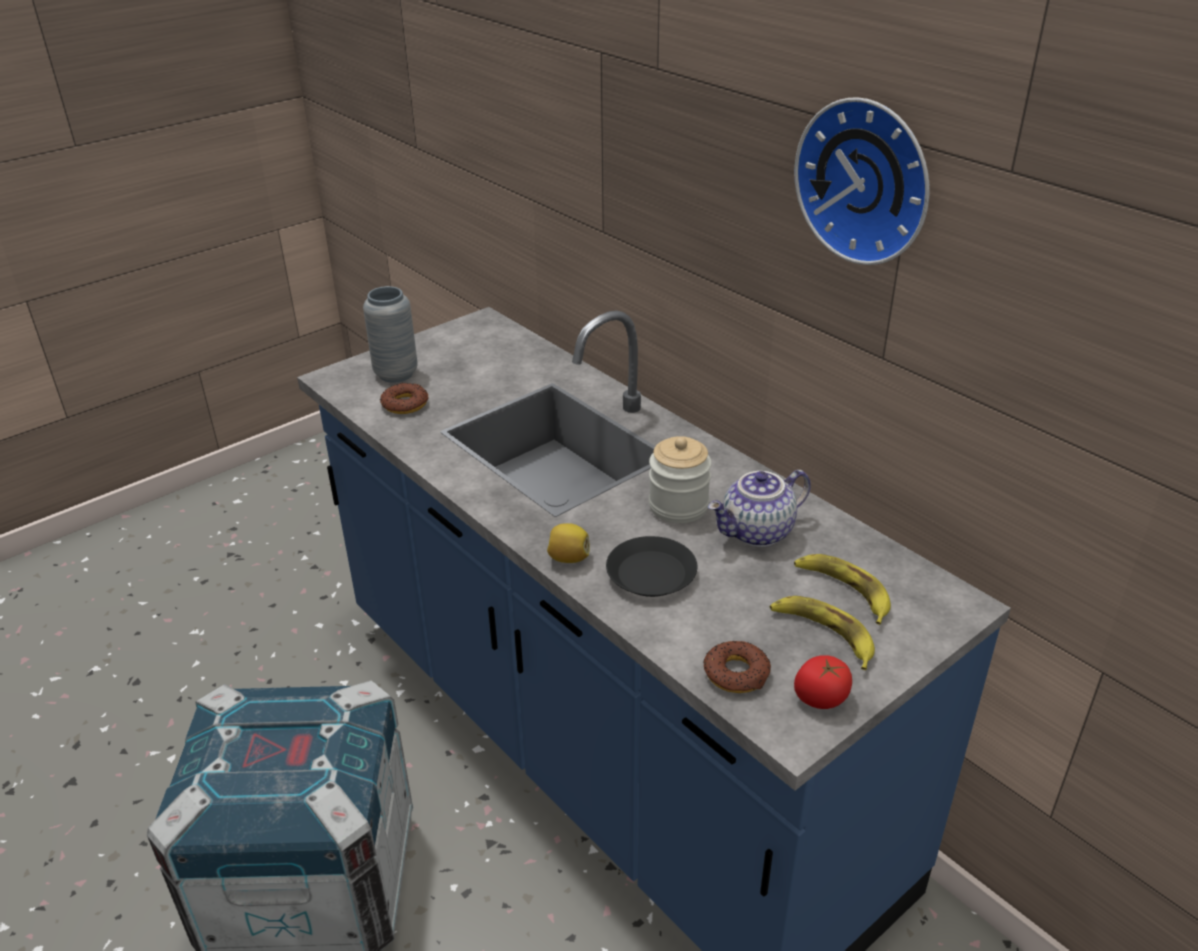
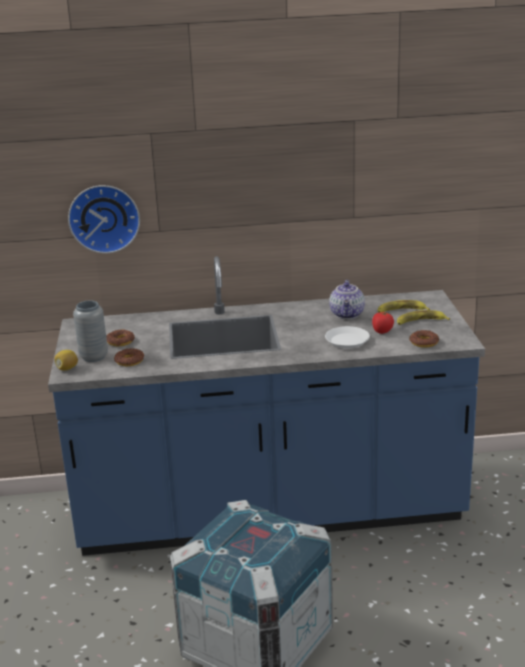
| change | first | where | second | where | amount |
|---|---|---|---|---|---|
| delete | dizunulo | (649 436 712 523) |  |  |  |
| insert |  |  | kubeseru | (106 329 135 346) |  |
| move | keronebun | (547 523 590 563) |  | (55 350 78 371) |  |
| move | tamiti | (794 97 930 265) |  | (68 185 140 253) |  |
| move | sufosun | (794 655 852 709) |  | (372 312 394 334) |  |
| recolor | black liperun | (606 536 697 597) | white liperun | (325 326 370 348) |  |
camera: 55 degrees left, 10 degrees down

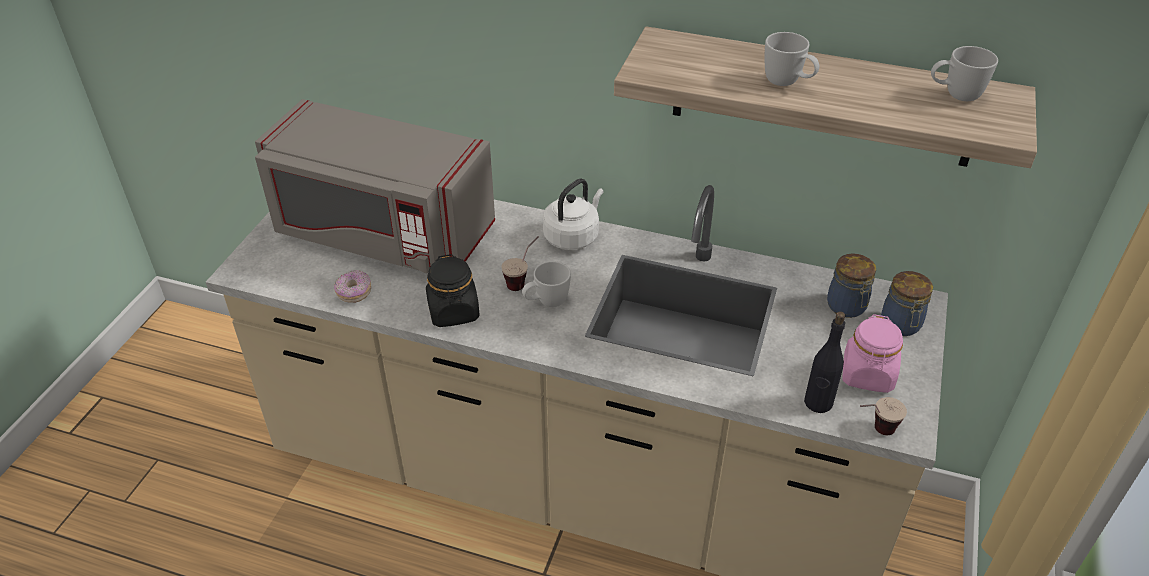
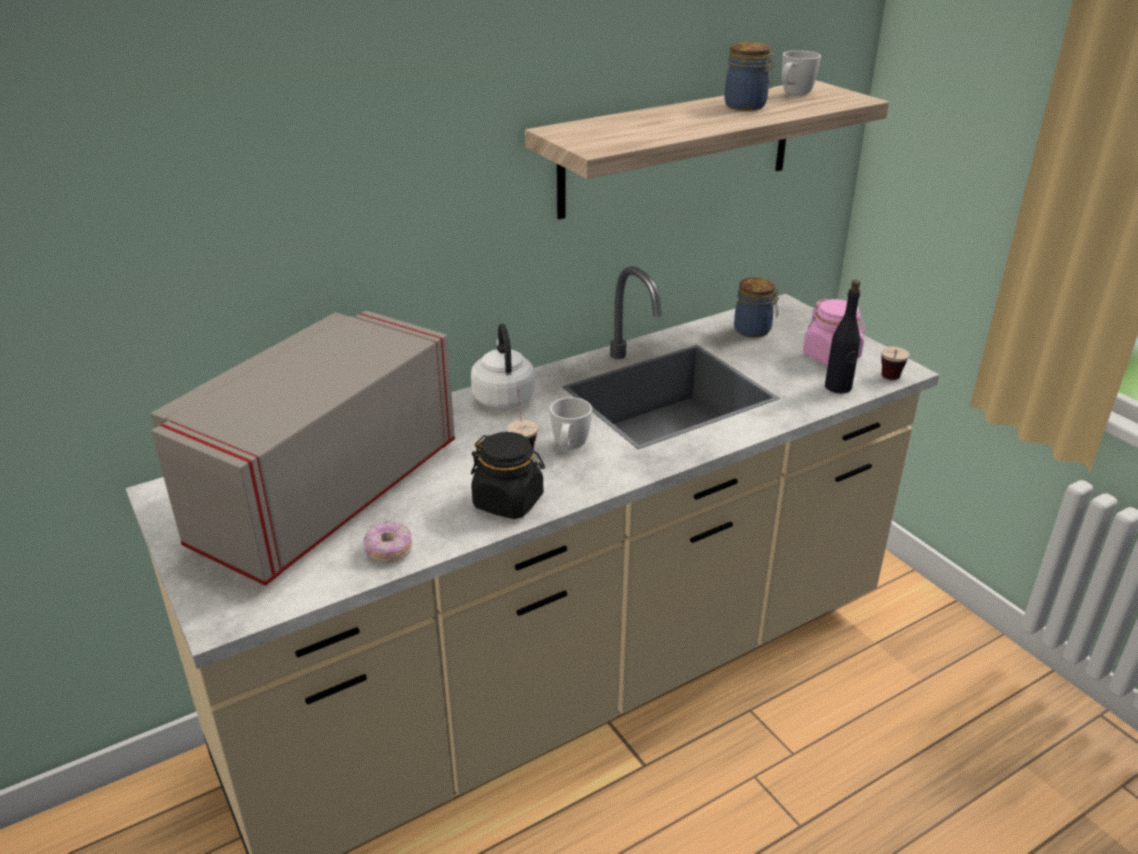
| change | first | where | second | where | amount |
|---|---|---|---|---|---|
| delete | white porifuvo | (765 32 819 86) |  |  |  |
| move | dizunulo | (881 271 933 336) |  | (725 42 775 110) |  |
| rotate | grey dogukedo | (255 99 495 273) |  | (150 311 455 586) | 150 degrees clockwise |
camera: 50 degrees left, 10 degrees down

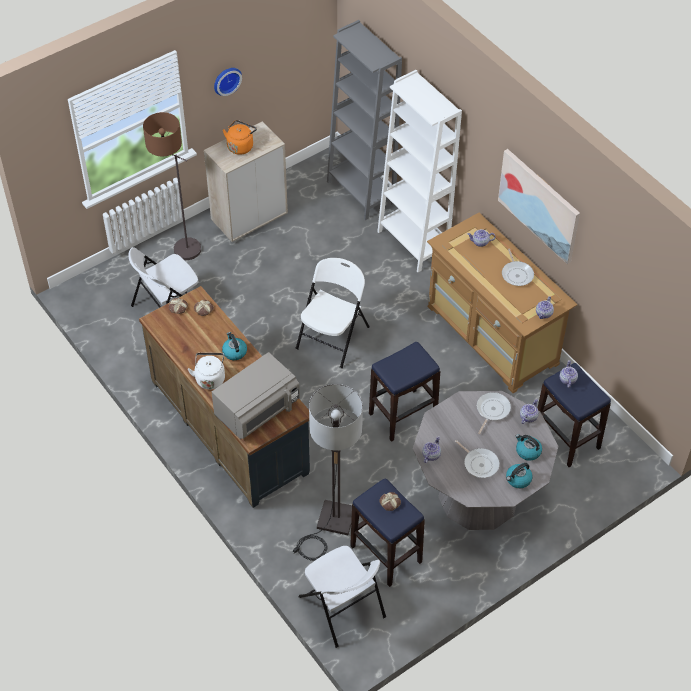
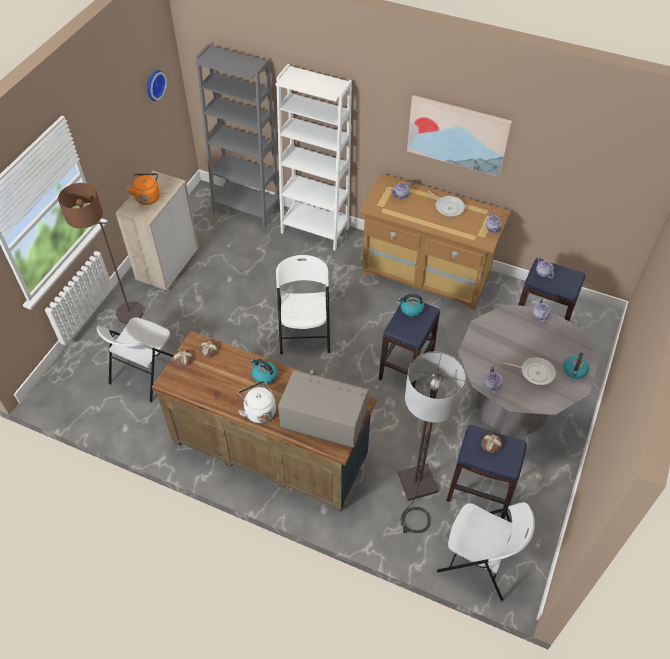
| change | first | where | second | where | amount |
|---|---|---|---|---|---|
| delete | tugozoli | (477 392 511 434) |  |  |  |
| move | tamiti | (214 68 242 96) |  | (147 70 167 101) |  |
| move | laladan | (516 434 542 461) |  | (398 294 424 317) |  |
| rotate | grey dogukedo | (212 352 300 439) |  | (278 369 369 448) | 90 degrees counterclockwise |
camera: 30 degrees left, 0 degrees up

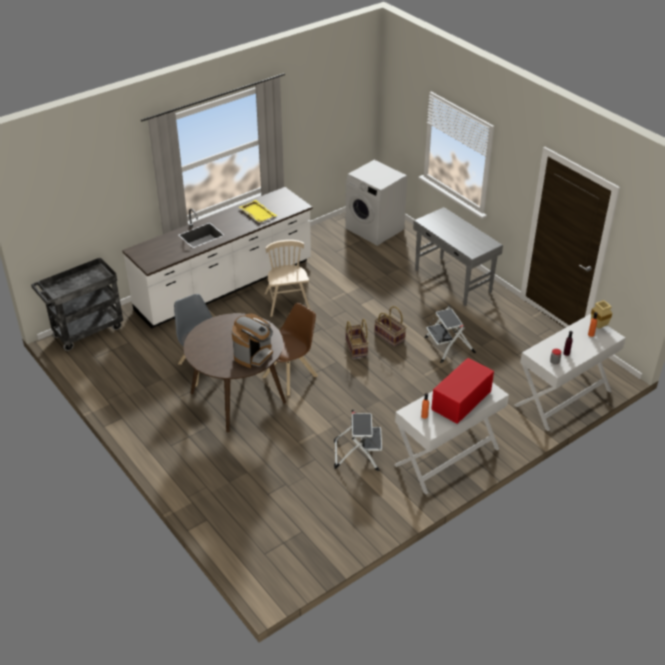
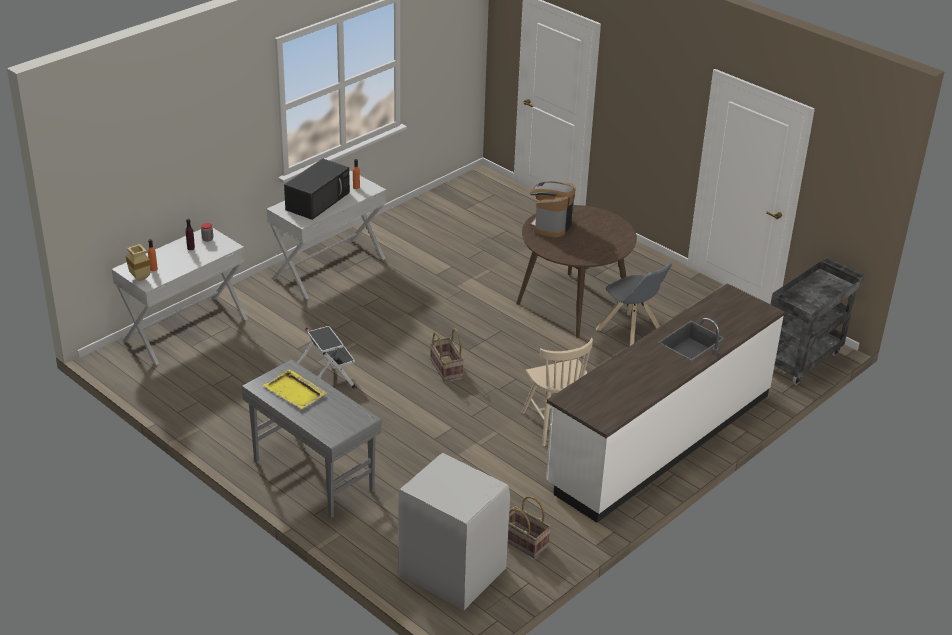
| change | first | where | second | where | amount |
|---|---|---|---|---|---|
| delete | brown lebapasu | (262 303 318 396) |  |  |  |
| delete | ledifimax | (334 410 382 471) |  |  |  |
| move | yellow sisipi | (239 200 277 222) |  | (263 369 327 409) |  |
| move | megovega | (374 306 406 347) |  | (508 496 551 558) |  |
| recolor | red dogukedo | (431 358 494 424) | black dogukedo | (284 158 350 220) |  |
camera: 170 degrees right, 5 degrees down

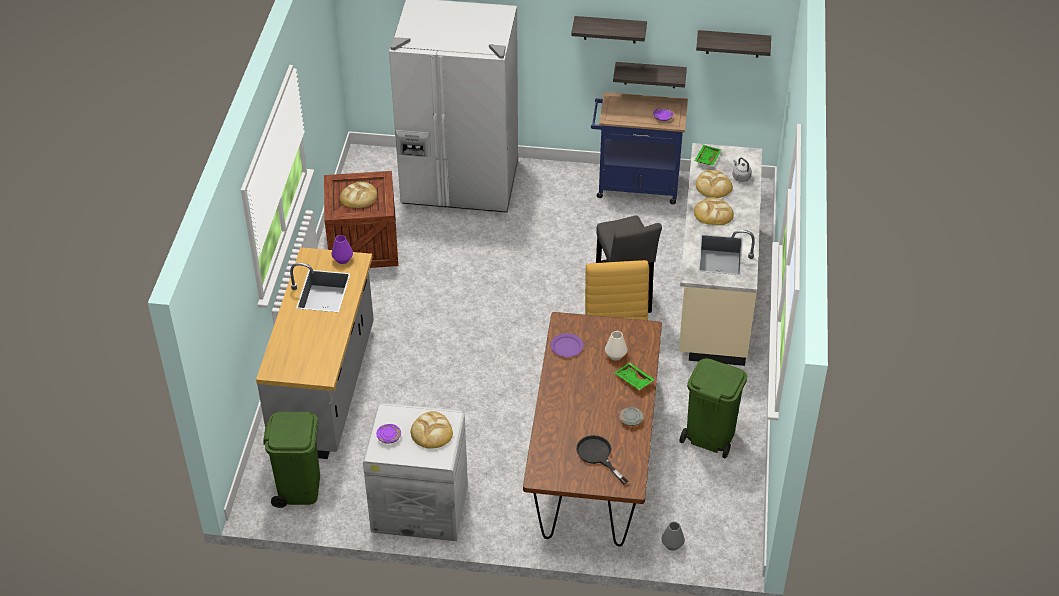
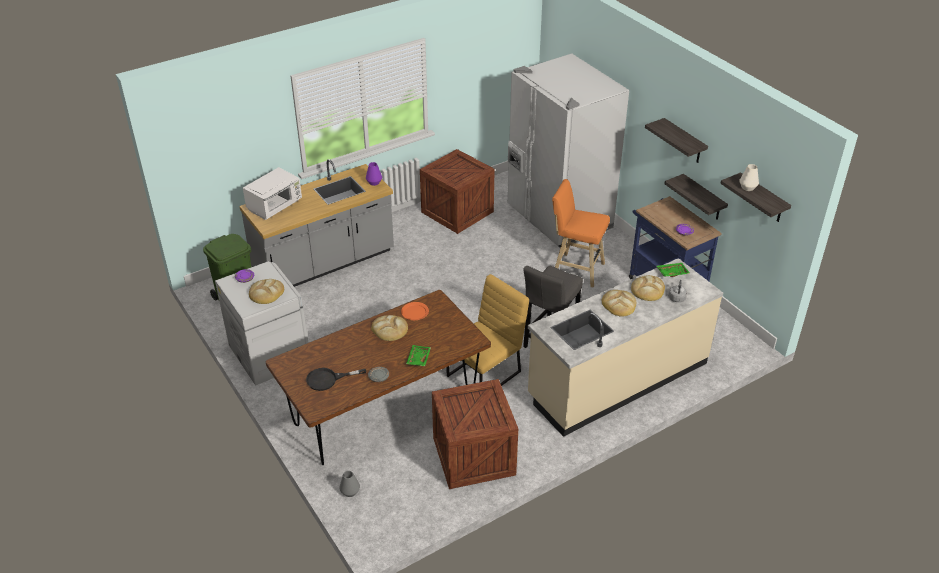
| change | first | where | second | where | amount |
|---|---|---|---|---|---|
| insert |  |  | white dogukedo | (243 167 302 220) |  |
| insert |  |  | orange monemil | (552 179 610 287) |  |
| move | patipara | (340 182 377 208) |  | (371 315 408 341) |  |
| move | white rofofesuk | (605 331 627 360) |  | (739 164 759 191) |  |
| replace | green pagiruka | (679 358 747 459) | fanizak | (432 379 518 489) |  |
| recolor | purple liperun | (551 333 583 357) | orange liperun | (401 302 429 320) |  |
| rotate | black tugozoli | (576 435 628 485) |  | (306 368 366 391) | 120 degrees counterclockwise |
camera: 50 degrees right, 5 degrees down

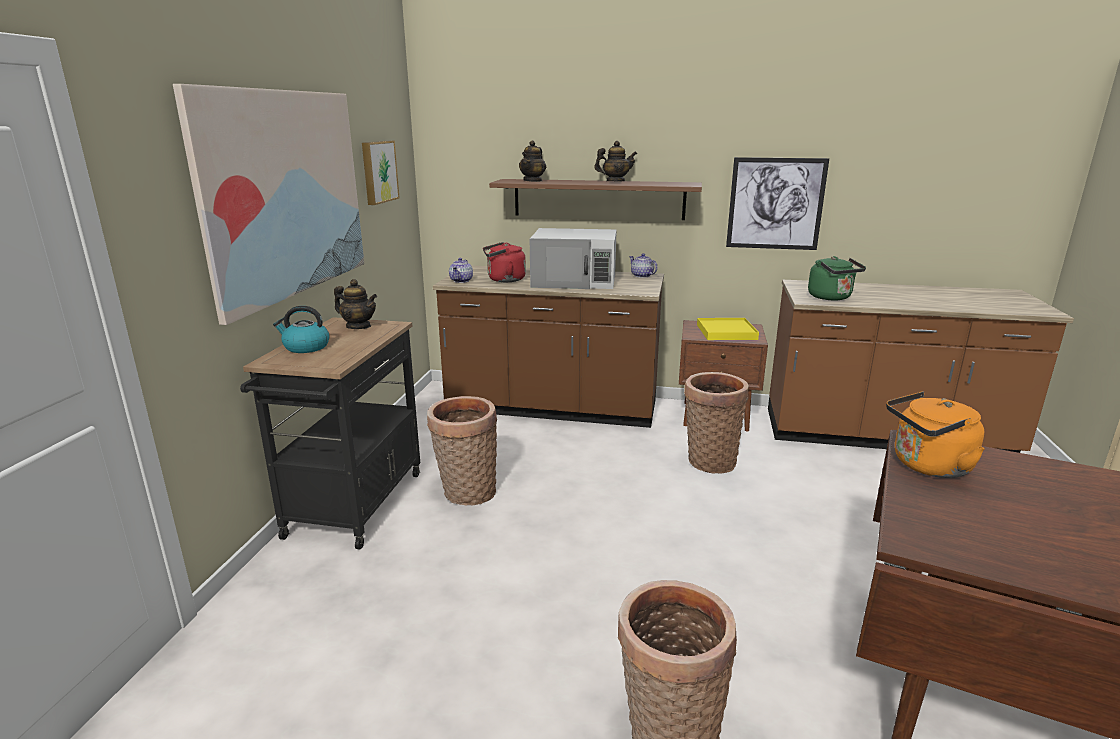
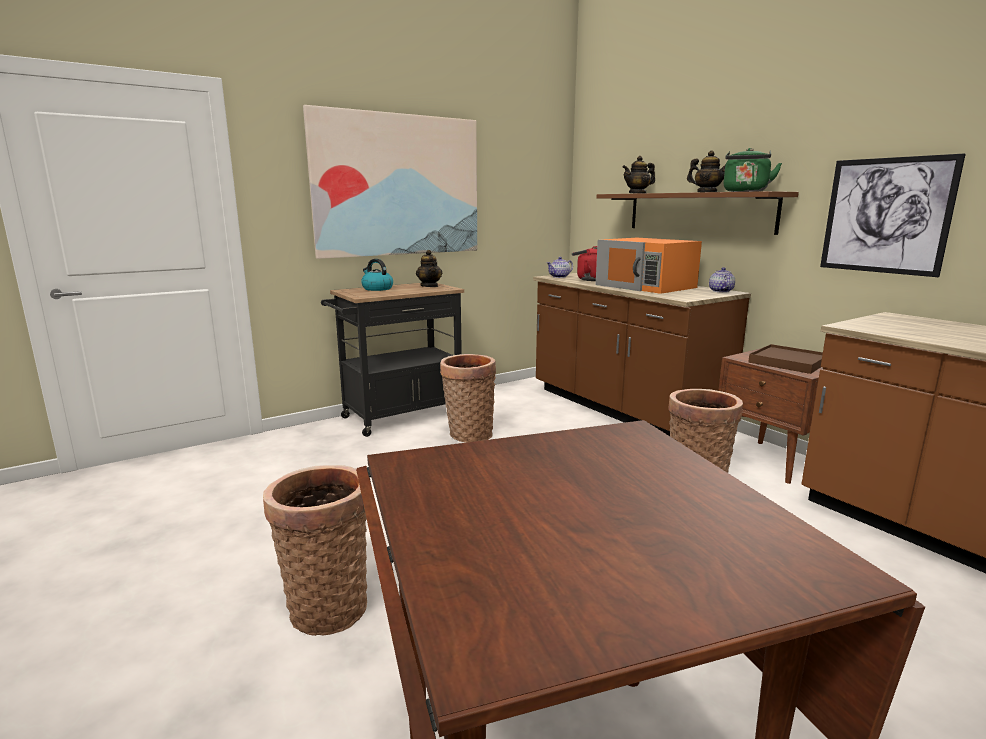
| change | first | where | second | where | amount |
|---|---|---|---|---|---|
| delete | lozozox | (362 141 400 205) |  |  |  |
| delete | orange laladan | (886 392 985 478) |  |  |  |
| move | green laladan | (808 256 866 300) |  | (724 148 782 192) |  |
| recolor | white dogukedo | (530 228 617 289) | orange dogukedo | (596 238 702 294) |  |
| recolor | yellow sisipi | (697 318 759 340) | brown sisipi | (748 344 823 374) |  |
camera: 45 degrees right, 5 degrees down

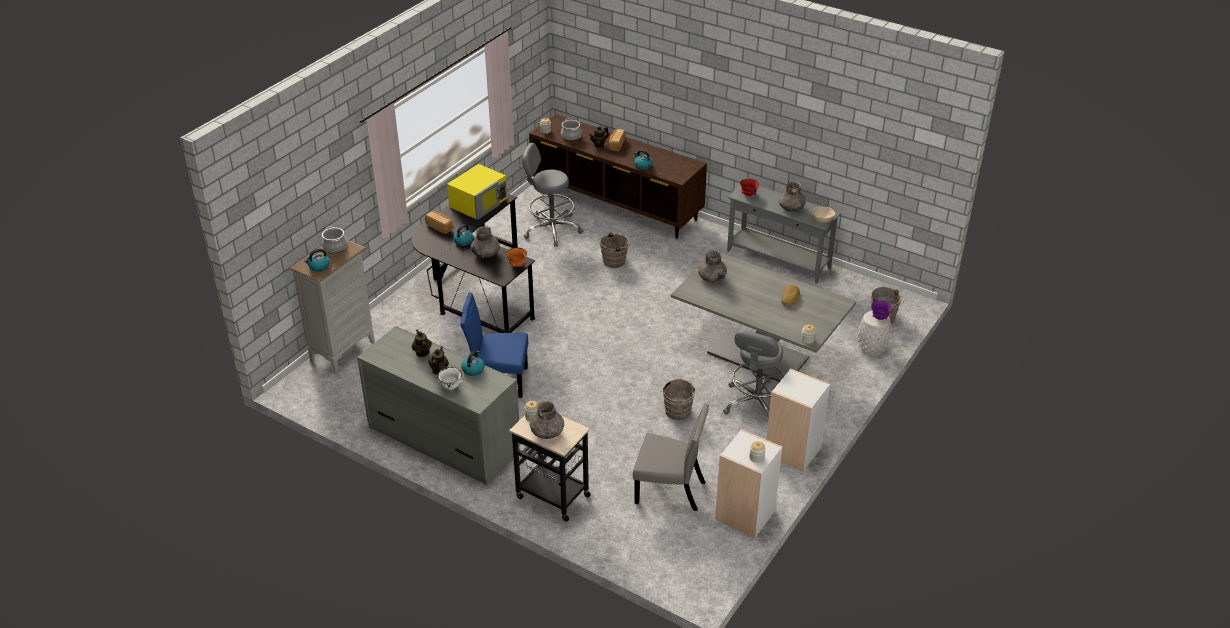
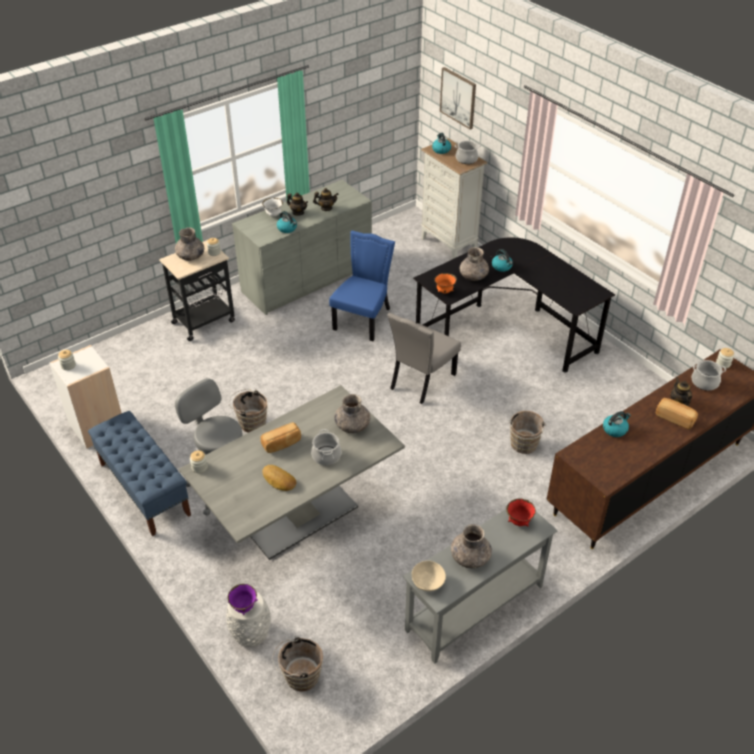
| change | first | where | second | where | amount |
|---|---|---|---|---|---|
| delete | yellow dogukedo | (447 164 507 220) |  |  |  |
| delete | grey monemil | (522 143 583 247) |  |  |  |
| insert |  |  | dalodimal | (311 429 341 465) |  |
| insert |  |  | lozozox | (440 67 476 129) |  |
| move | patipara | (425 211 453 234) |  | (261 422 301 453) |  |
| move | grey lebapasu | (633 403 709 511) |  | (387 313 461 404) |  |
| replace | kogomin | (766 369 830 472) | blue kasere | (88 411 191 536) |  |
camera: 110 degrees right, 5 degrees up

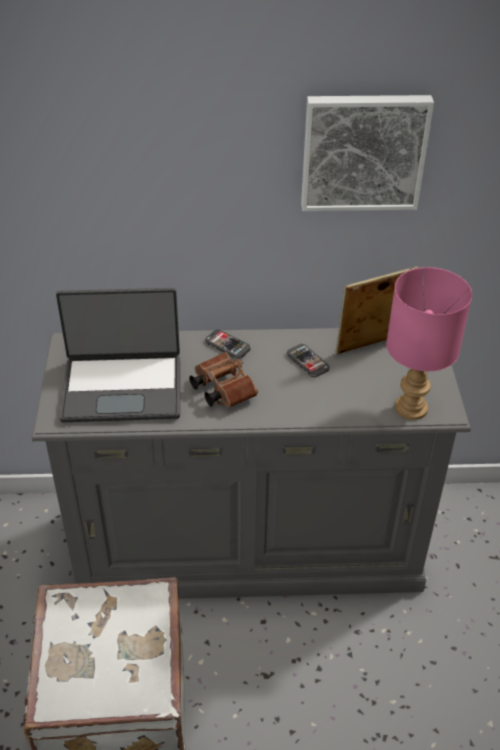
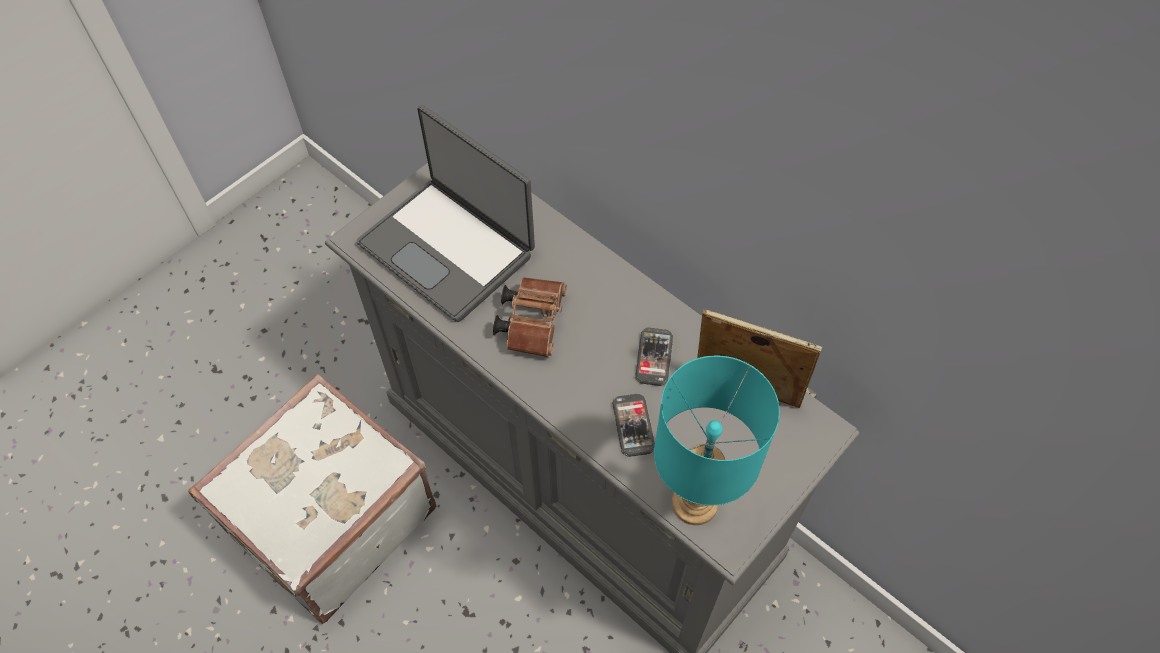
| change | first | where | second | where | amount |
|---|---|---|---|---|---|
| delete | lozozox | (301 95 434 211) |  |  |  |
| move | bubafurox | (205 329 251 359) |  | (612 394 655 457) |  |
| recolor | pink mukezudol | (386 267 472 420) | turquoise mukezudol | (654 355 780 525) |  |
camera: 45 degrees right, 15 degrees up

